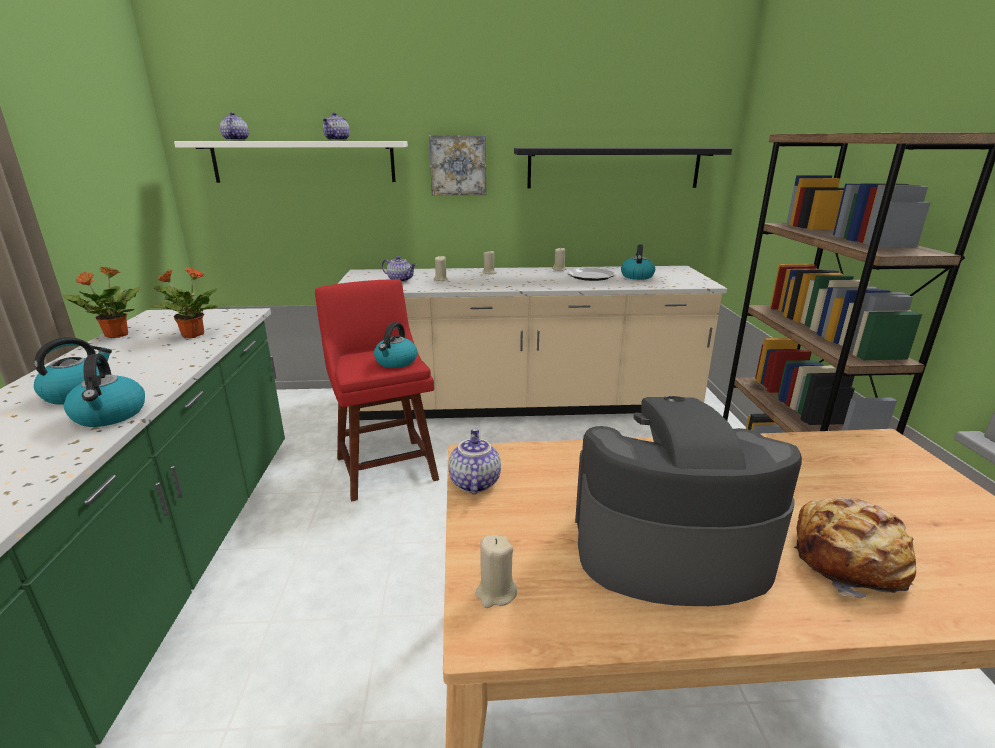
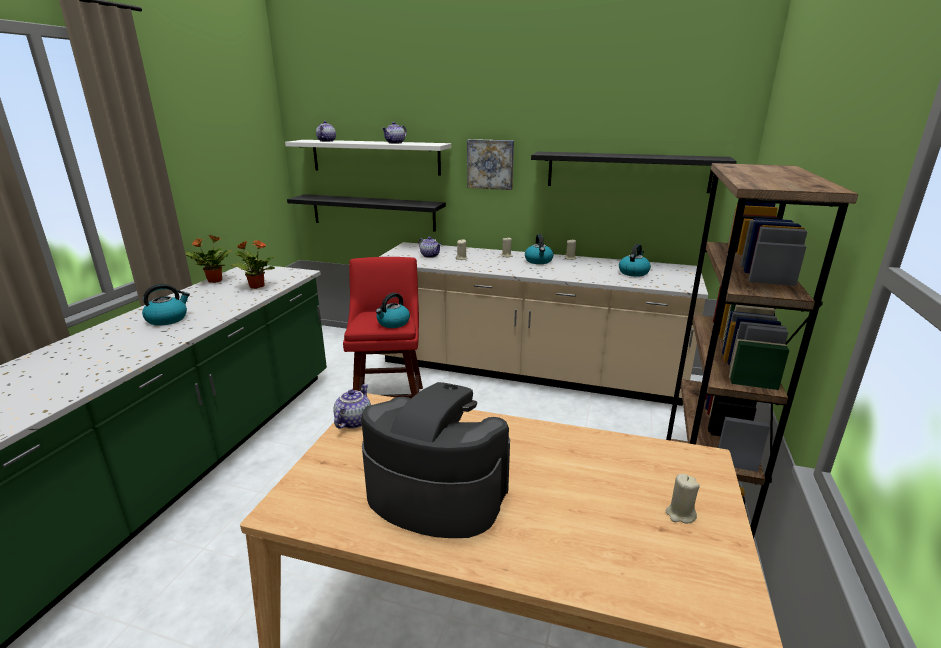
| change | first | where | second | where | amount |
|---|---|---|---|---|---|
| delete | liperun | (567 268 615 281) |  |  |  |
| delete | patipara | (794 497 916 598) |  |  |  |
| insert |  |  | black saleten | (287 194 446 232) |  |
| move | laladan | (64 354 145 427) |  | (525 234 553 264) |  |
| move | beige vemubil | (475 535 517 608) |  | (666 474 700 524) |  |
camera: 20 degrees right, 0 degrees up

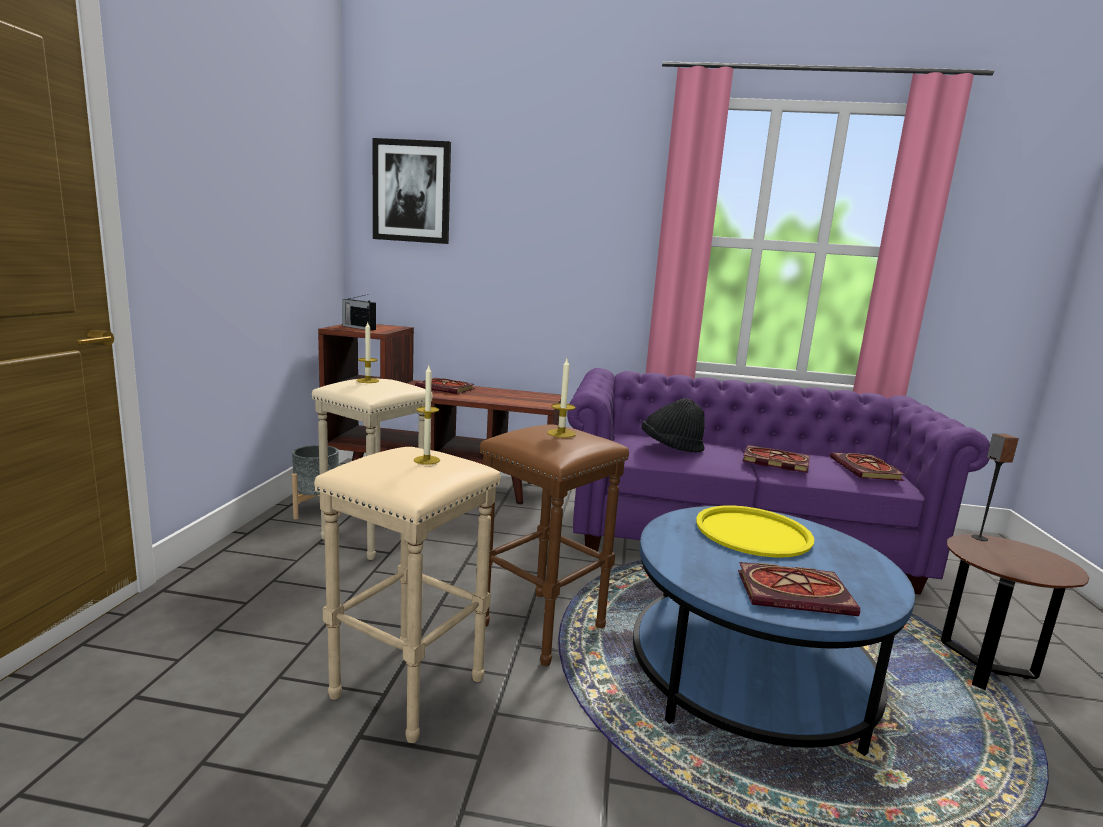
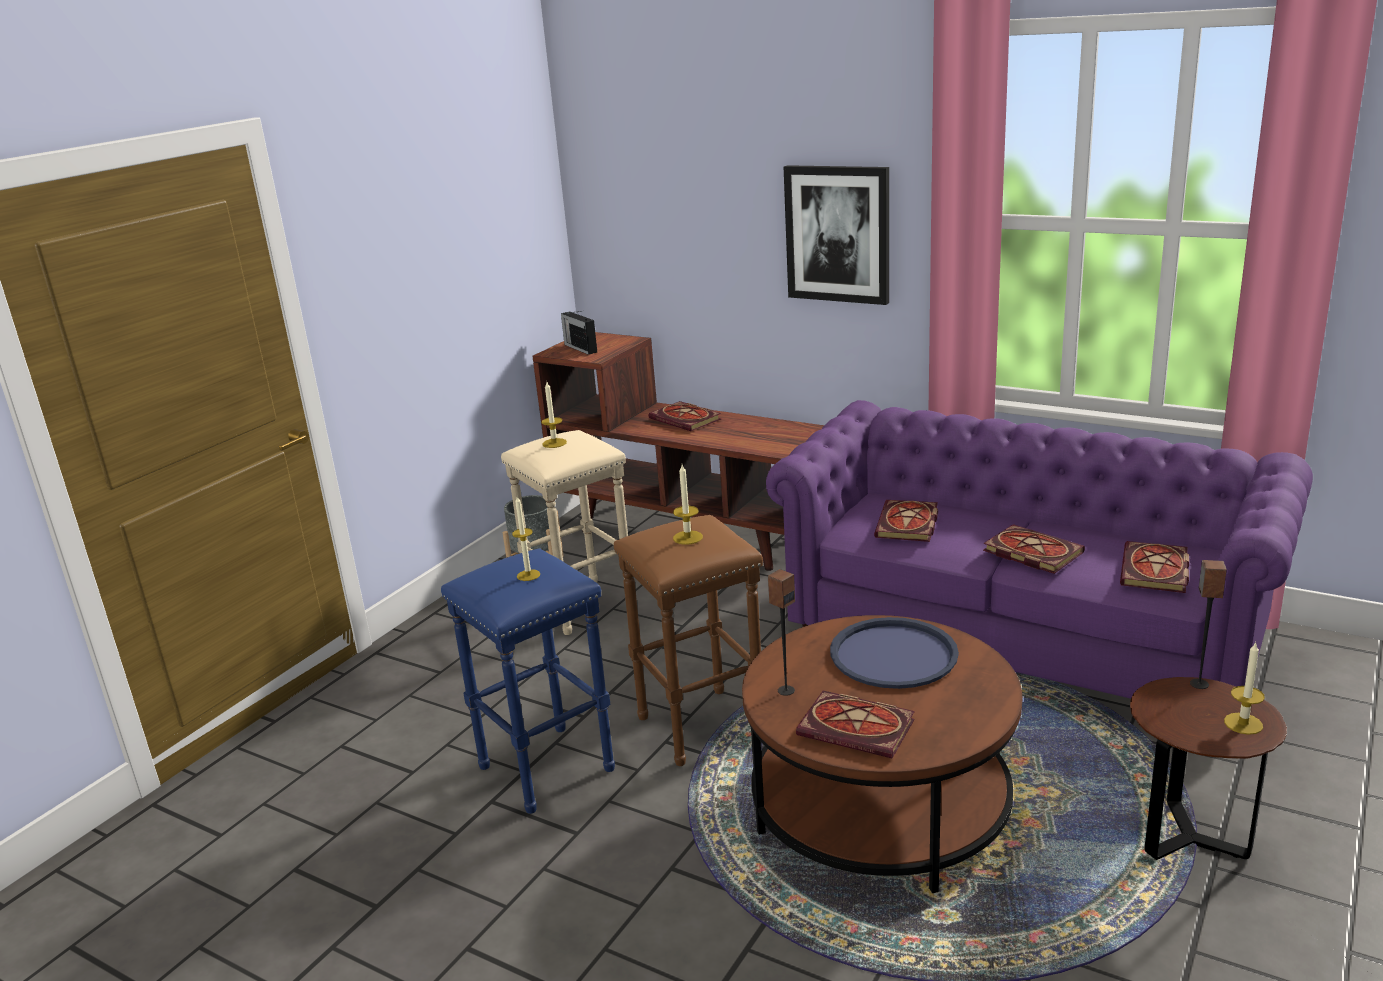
| change | first | where | second | where | amount |
|---|---|---|---|---|---|
| insert |  |  | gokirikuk | (768 569 795 696) |  |
| insert |  |  | vemubil | (1224 642 1265 735) |  |
| move | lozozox | (373 138 451 244) |  | (784 165 889 305) |  |
| replace | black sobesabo | (642 398 705 452) | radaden | (874 500 938 542) |  |
| recolor | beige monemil | (314 447 501 743) | blue monemil | (441 548 615 814) |  |
| recolor | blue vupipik | (633 506 915 756) | brown vupipik | (742 615 1023 893) |  |
| recolor | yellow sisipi | (696 506 814 558) | blue sisipi | (830 617 959 689) |  |
camera: 25 degrees right, 10 degrees up

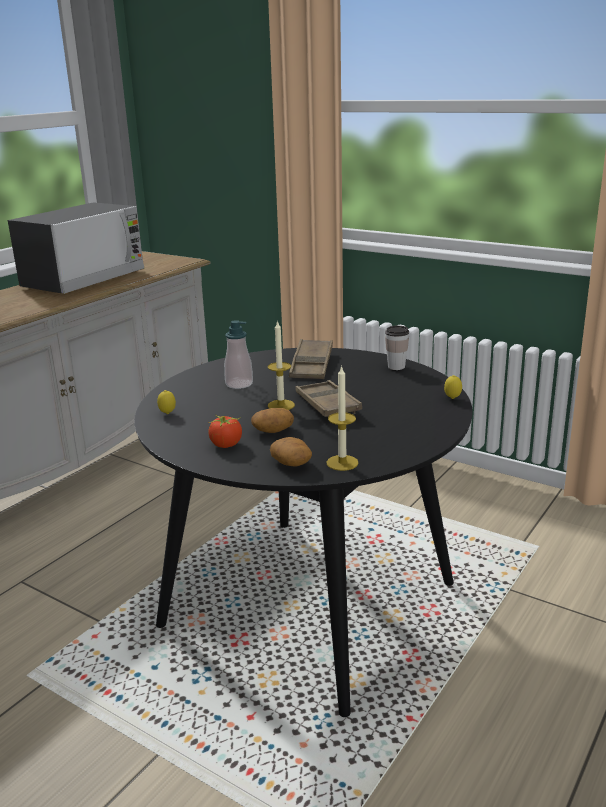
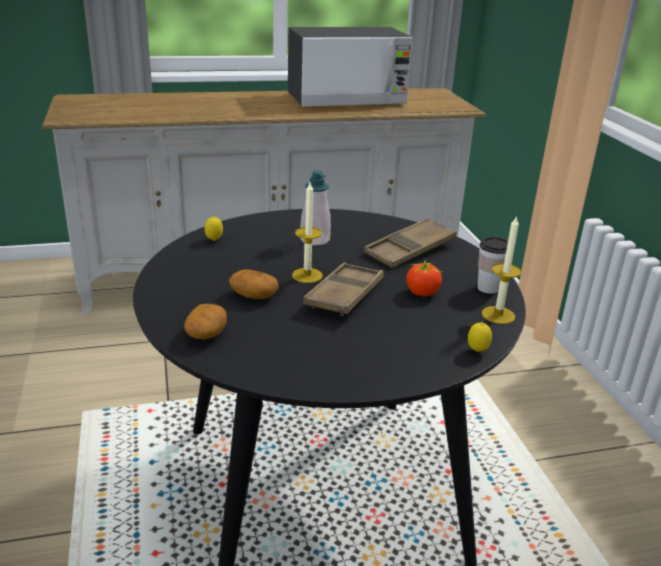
| change | first | where | second | where | amount |
|---|---|---|---|---|---|
| move | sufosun | (208 415 242 448) |  | (406 259 444 296) |  |
| move | vemubil | (326 365 359 471) |  | (482 215 521 324) |  |
camera: 40 degrees right, 5 degrees up

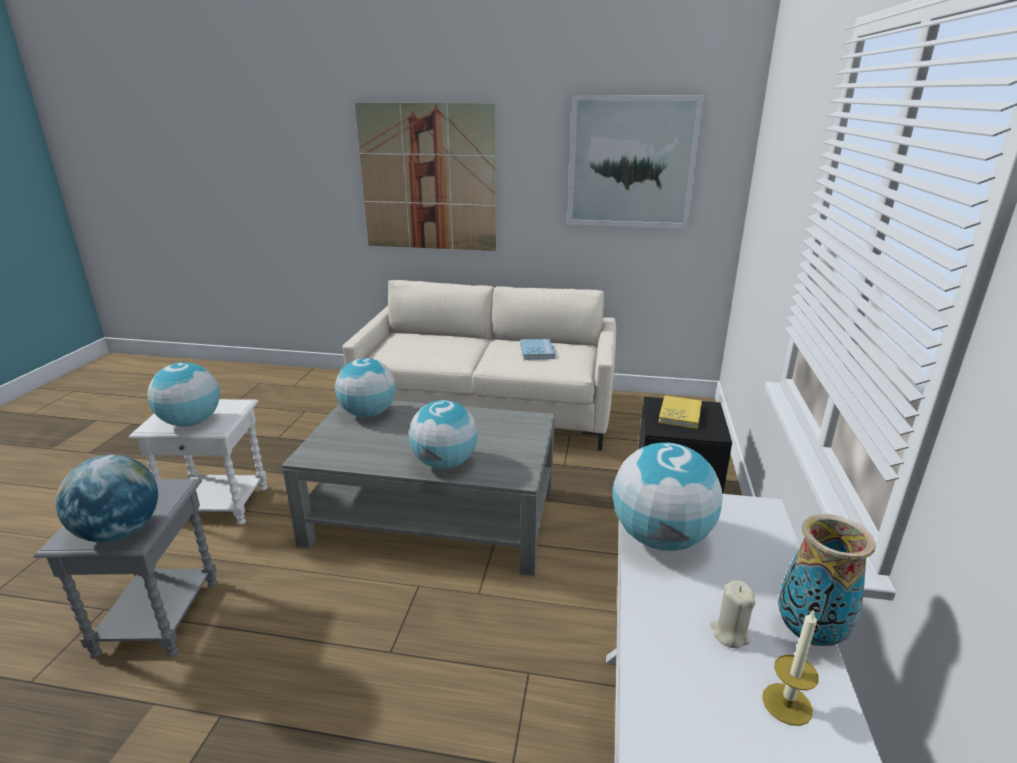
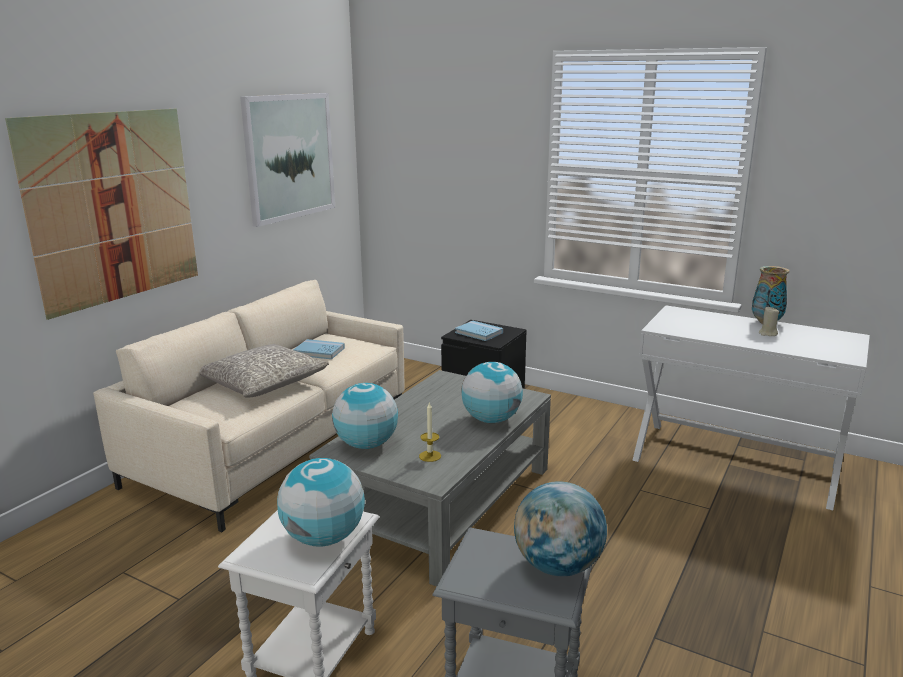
| change | first | where | second | where | amount |
|---|---|---|---|---|---|
| delete | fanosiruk | (613 442 723 551) |  |  |  |
| insert |  |  | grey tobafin | (200 344 329 398) |  |
| move | vemubil | (762 609 819 726) |  | (419 403 441 462) |  |
| recolor | yellow radaden | (658 395 702 429) | blue radaden | (455 321 503 341) |  |
camera: 70 degrees left, 5 degrees down

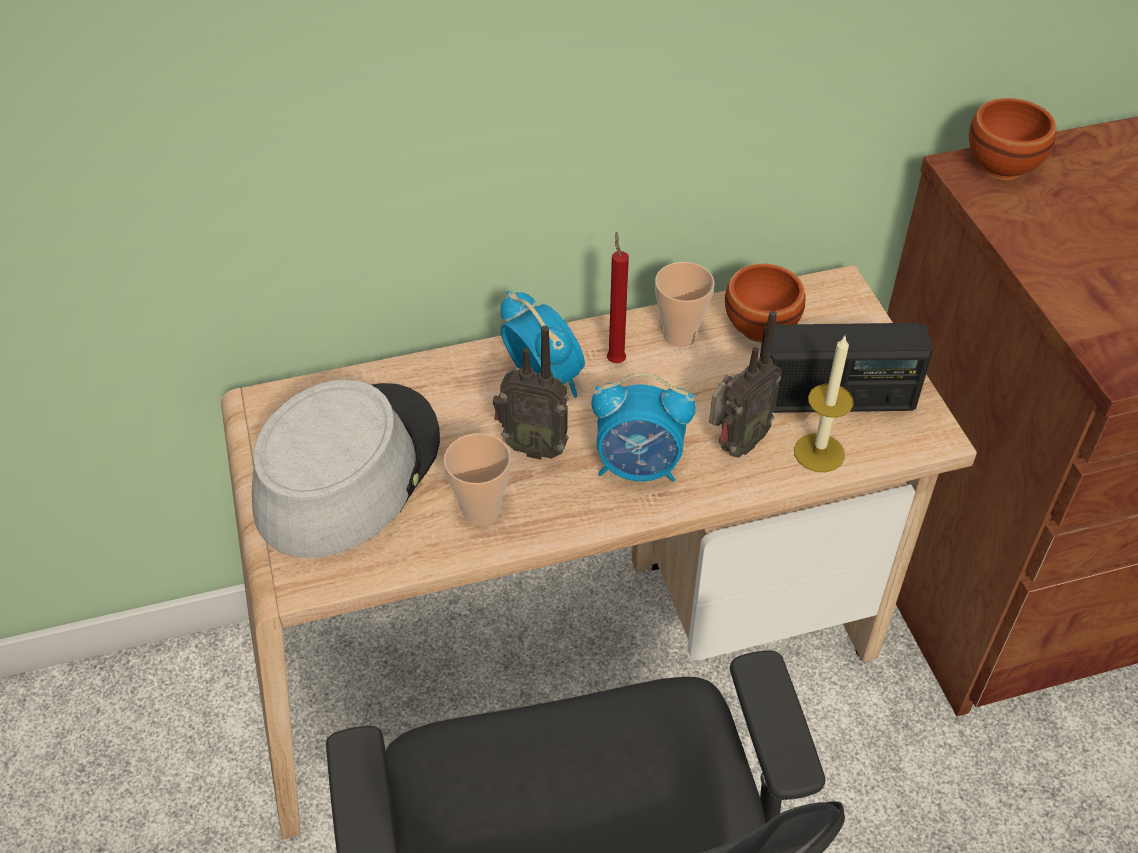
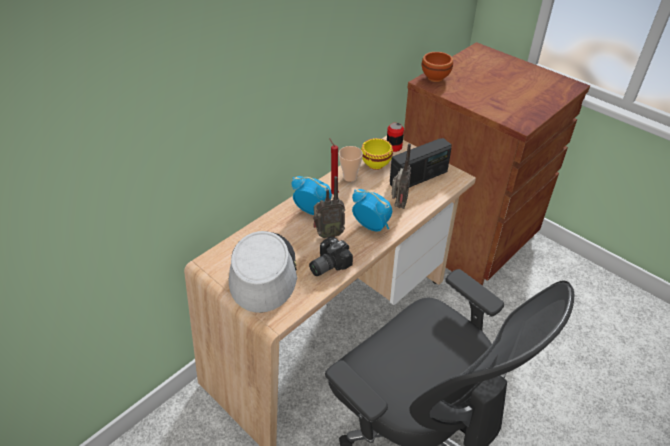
| change | first | where | second | where | amount |
|---|---|---|---|---|---|
| delete | vemubil | (794 336 854 472) |  |  |  |
| insert |  |  | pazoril | (387 123 404 152) |  |
| replace | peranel | (444 433 511 526) | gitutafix | (309 237 353 276) |  |
| recolor | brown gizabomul | (725 264 806 342) | yellow gizabomul | (361 138 393 170) |  |
| rotate | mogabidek | (592 372 696 482) |  | (352 189 392 231) | 120 degrees counterclockwise |
camera: 30 degrees left, 5 degrees down

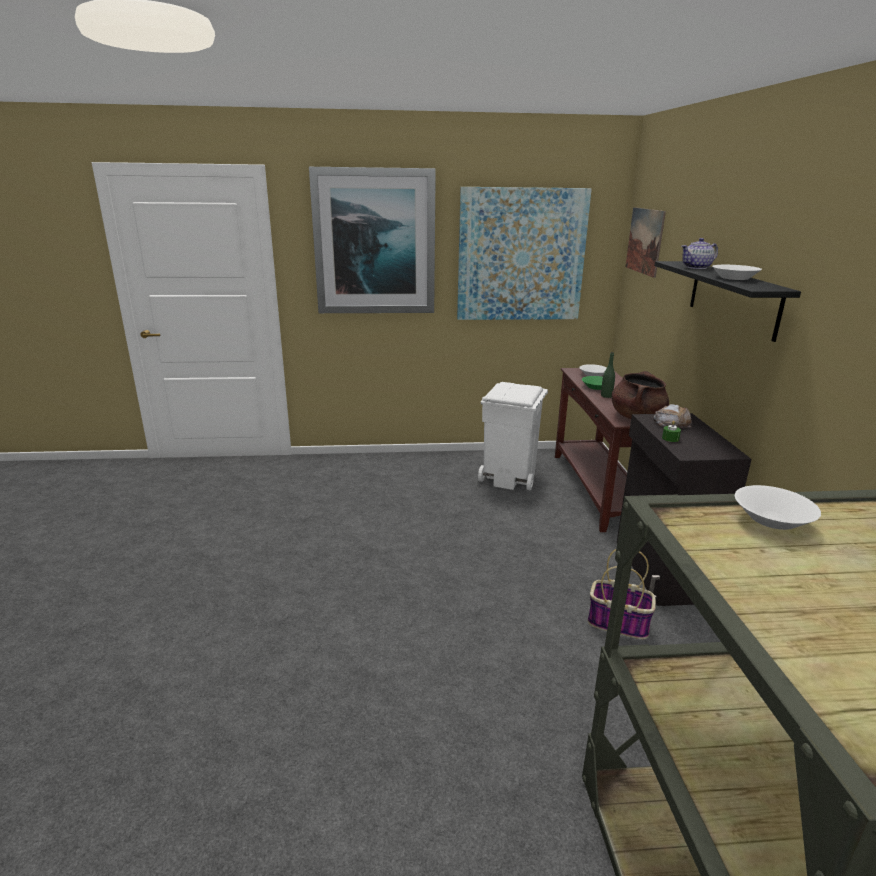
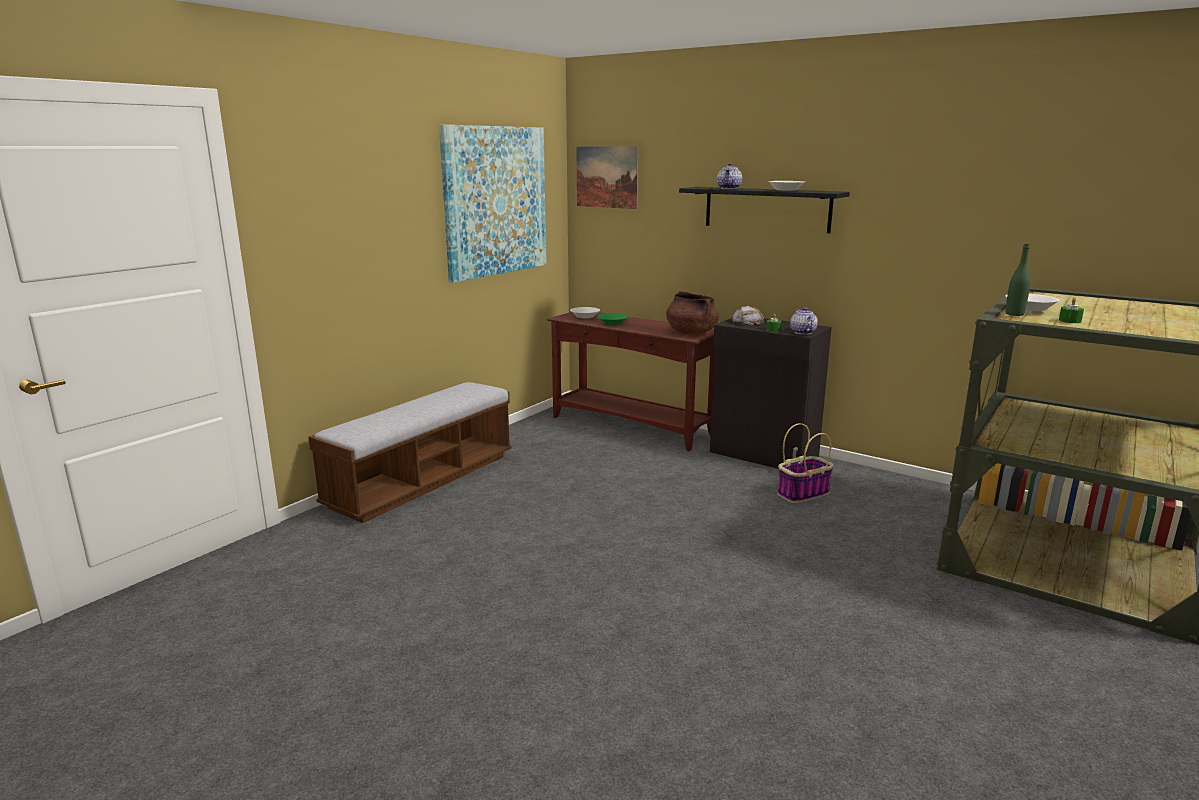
| change | first | where | second | where | amount |
|---|---|---|---|---|---|
| delete | lozozox | (309 167 436 313) |  |  |  |
| delete | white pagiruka | (478 382 548 490) |  |  |  |
| insert |  |  | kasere | (308 382 512 523) |  |
| insert |  |  | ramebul | (790 307 818 335) |  |
| insert |  |  | green vemubil | (1059 298 1084 323) |  |
| move | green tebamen | (601 352 615 398) |  | (1005 244 1030 316) |  |
camera: 50 degrees left, 5 degrees down

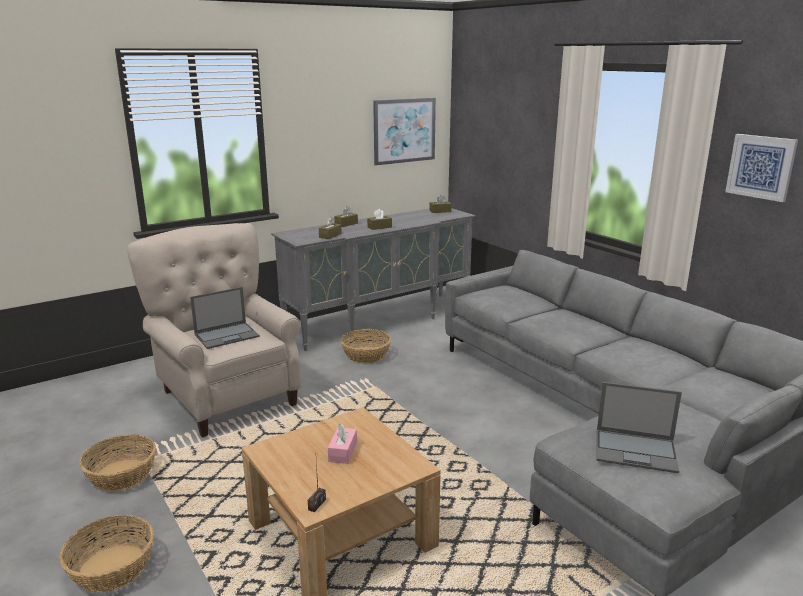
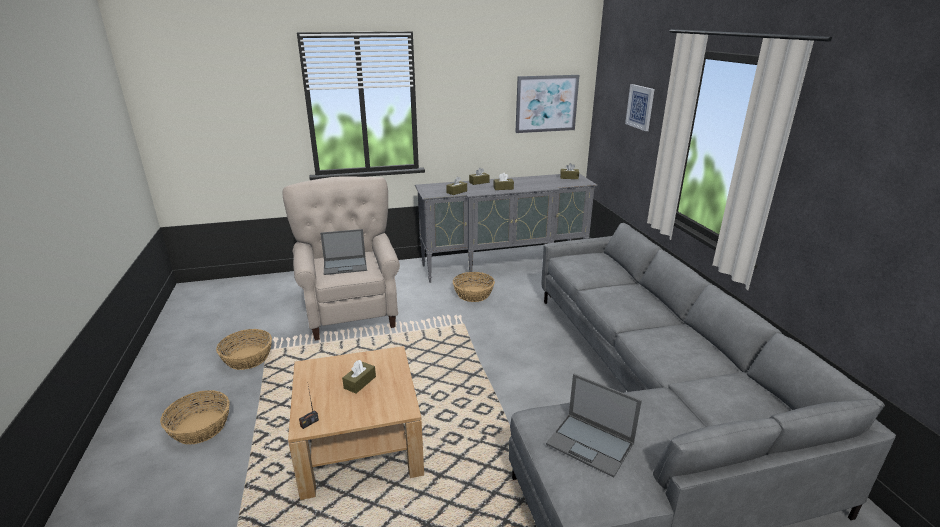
| change | first | where | second | where | amount |
|---|---|---|---|---|---|
| move | lozozox | (725 134 798 202) |  | (625 84 655 131) |  |
| recolor | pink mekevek | (328 423 357 464) | brown mekevek | (342 360 376 394) |  |
camera: 20 degrees right, 5 degrees up

